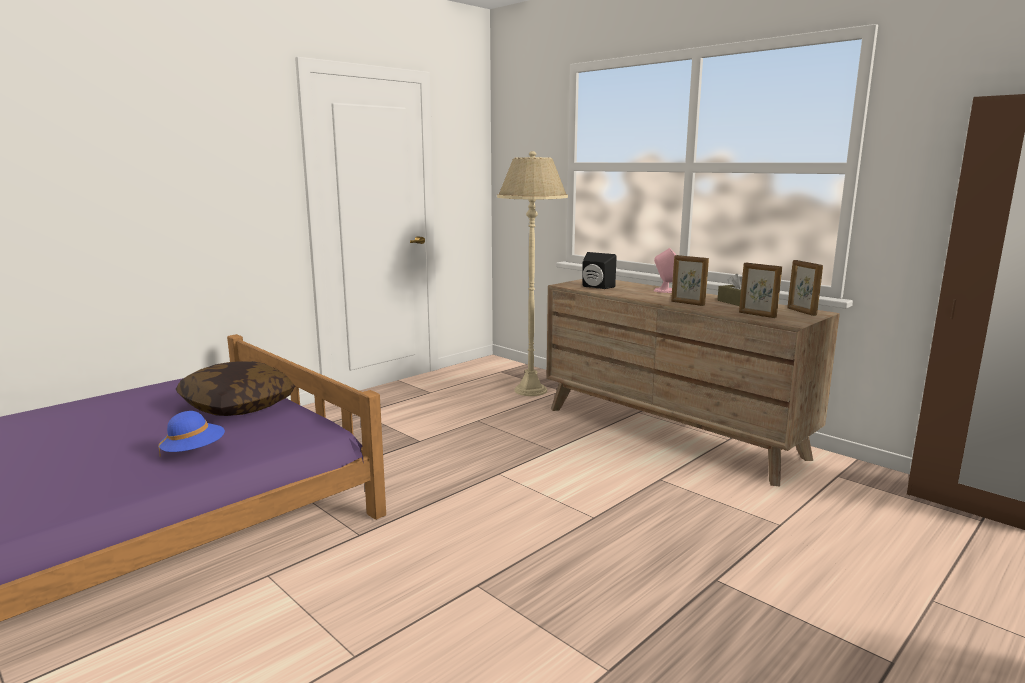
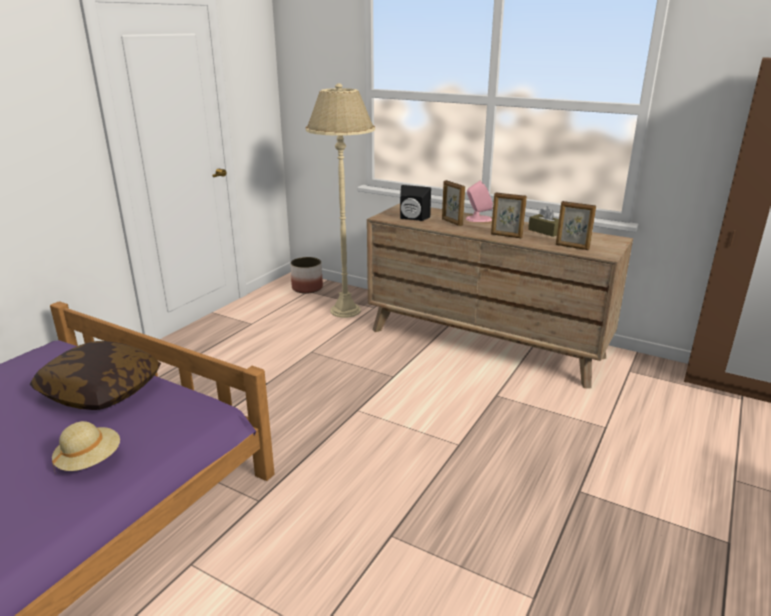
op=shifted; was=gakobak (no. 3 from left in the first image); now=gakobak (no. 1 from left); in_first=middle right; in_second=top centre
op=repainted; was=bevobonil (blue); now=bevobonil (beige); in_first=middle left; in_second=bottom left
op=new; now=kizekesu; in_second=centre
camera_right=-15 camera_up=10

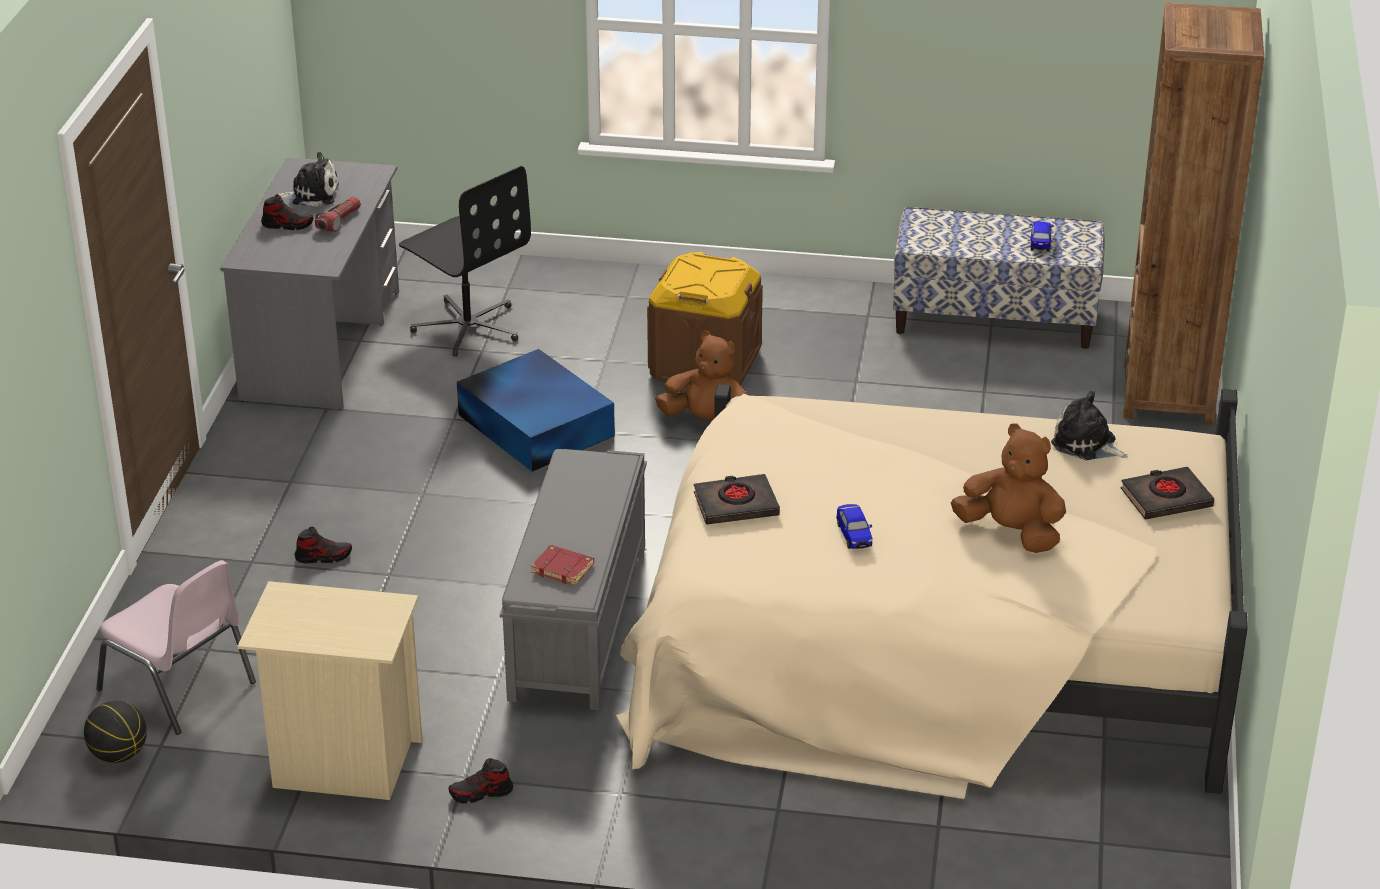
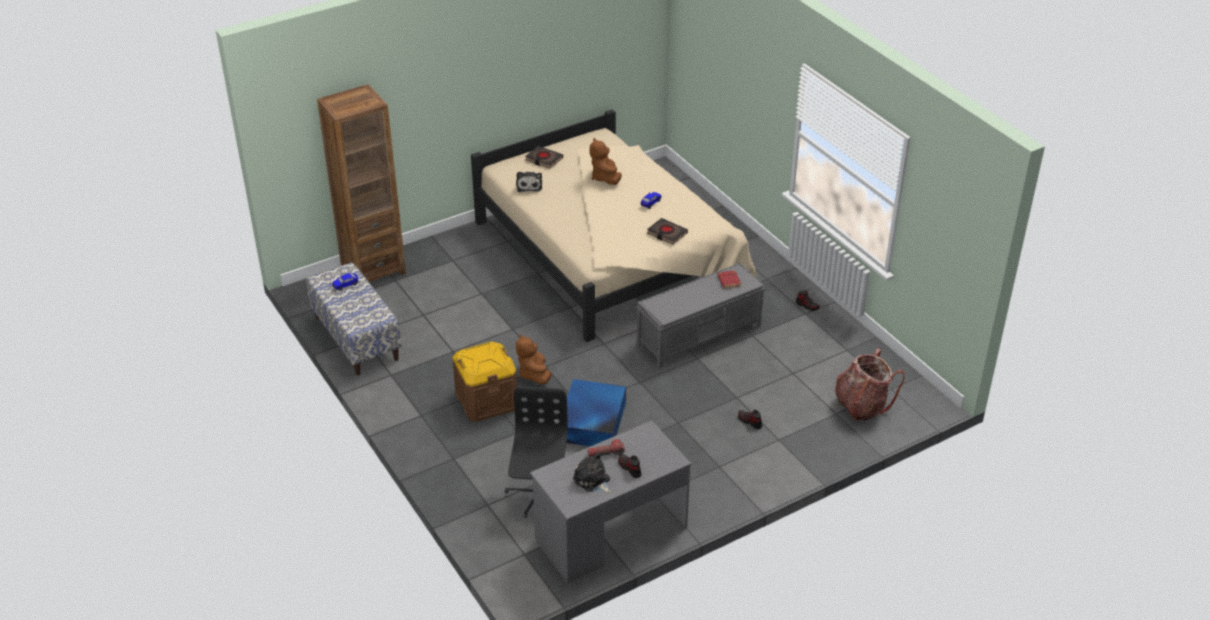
op=swapped; was=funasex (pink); now=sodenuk; in_first=bottom left; in_second=middle right
op=gone; was=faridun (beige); in_first=bottom left
op=gone; was=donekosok; in_first=bottom left
camera_right=-130 camera_up=5

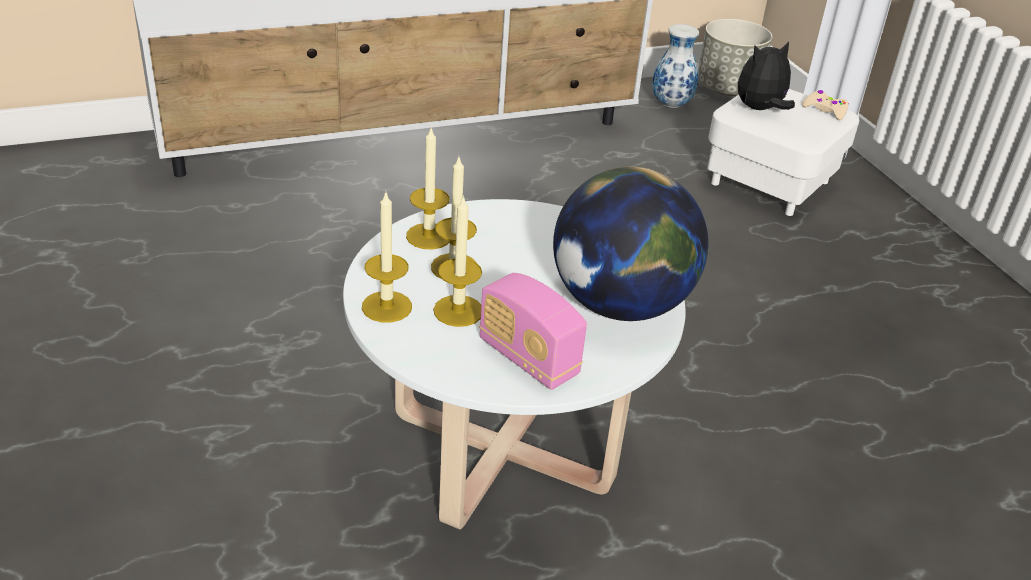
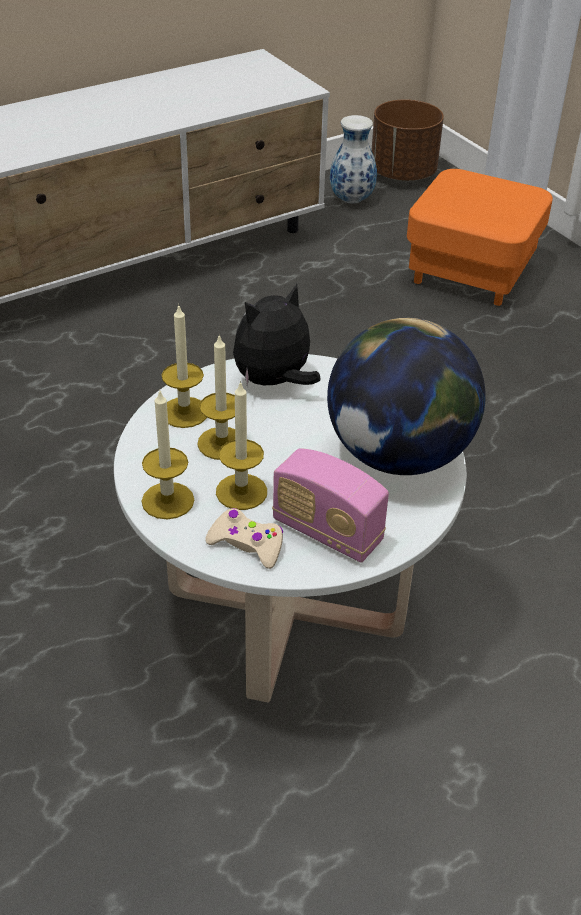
op=repainted; was=kizekesu (grey); now=kizekesu (brown); in_first=top right; in_second=top right
op=shifted; was=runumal; in_first=top right; in_second=centre
op=repainted; was=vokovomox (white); now=vokovomox (orange); in_first=top right; in_second=top right
op=shifted; was=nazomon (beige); in_first=top right; in_second=centre
camera_right=-10 camera_up=5

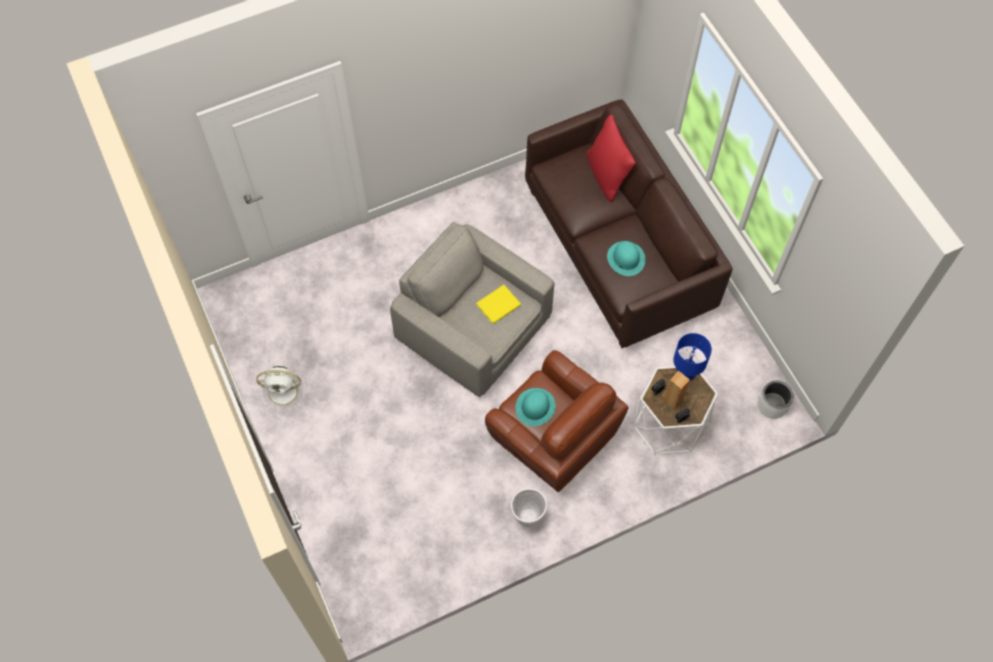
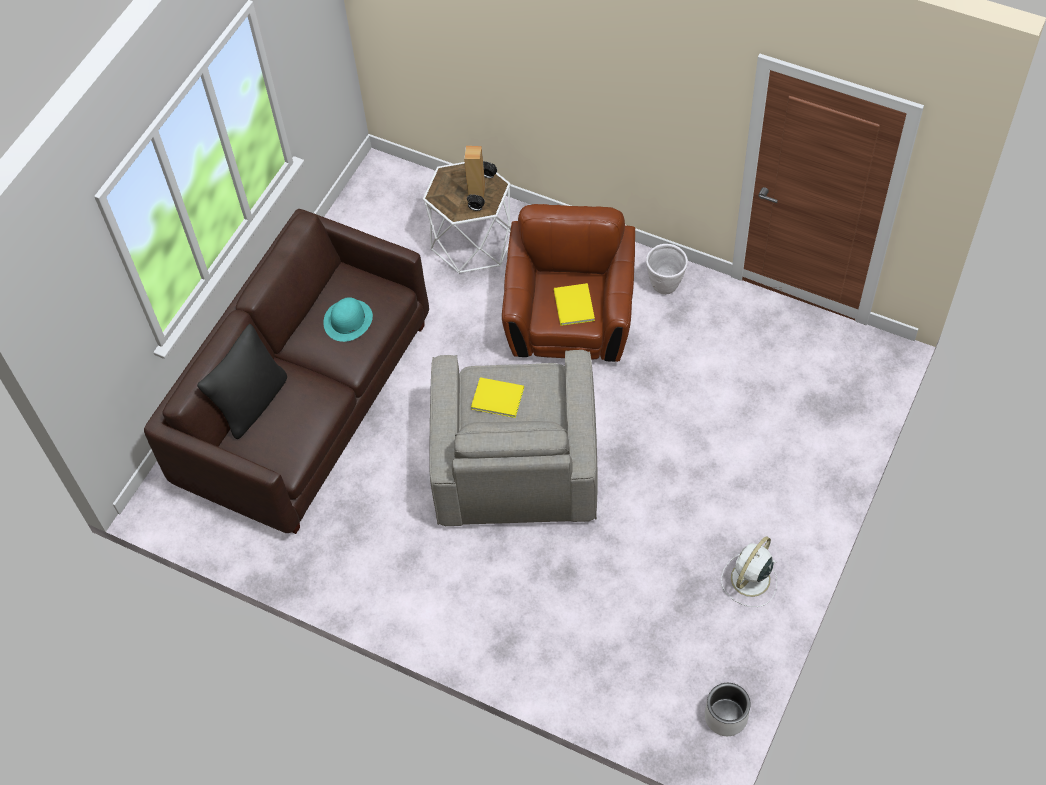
op=repainted; was=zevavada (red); now=zevavada (black); in_first=top centre; in_second=middle left
op=gone; was=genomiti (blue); in_first=middle right
op=rotated; was=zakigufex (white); in_first=middle left; in_second=bottom right; clockwise=-105
op=shifted; was=kizekesu (white) (no. 2 from left); in_first=middle right; in_second=bottom right
op=swapped; was=bevobonil (turquoise) (no. 1 from left); now=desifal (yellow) (no. 2 from left); in_first=centre; in_second=centre
camera_right=-125 camera_up=-5

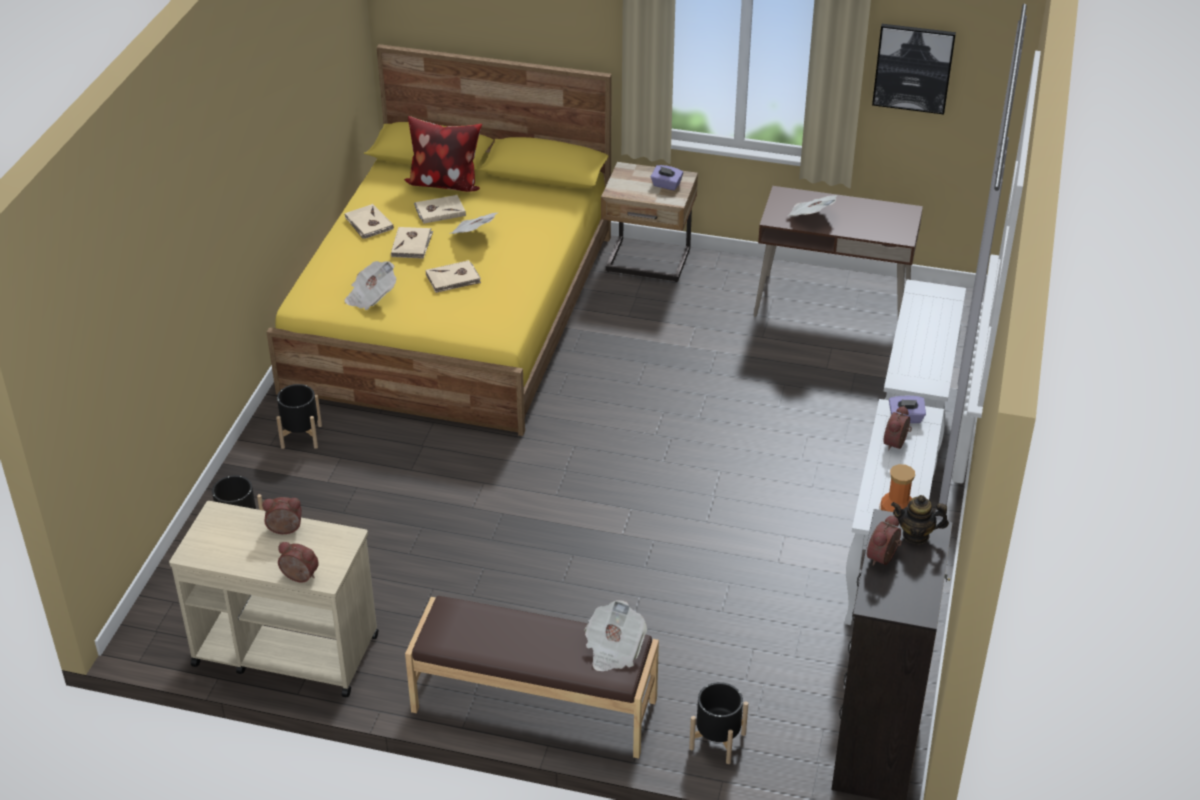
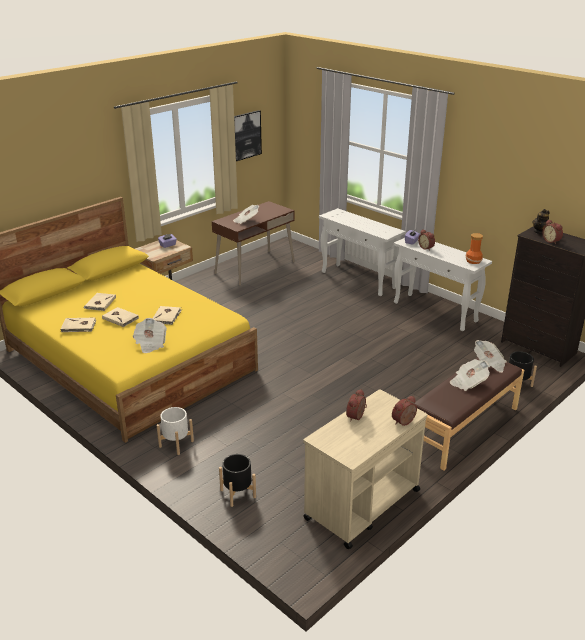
op=gone; was=zevavada; in_first=top centre
op=shifted; was=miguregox (no. 2 from left in the first image); now=miguregox (no. 3 from left); in_first=top centre; in_second=middle right
op=repainted; was=kizekesu (black) (no. 2 from left); now=kizekesu (white); in_first=middle left; in_second=bottom left
camera_right=-60 camera_up=-10

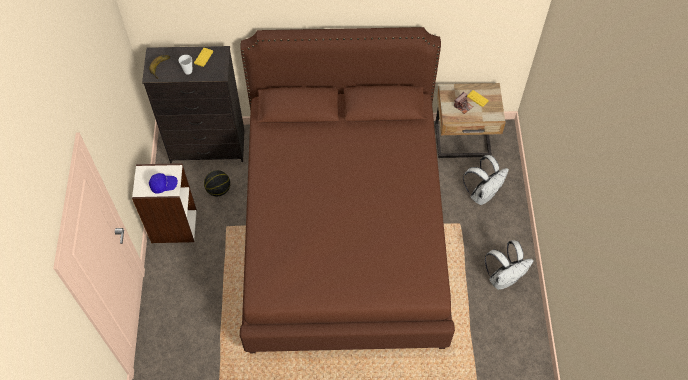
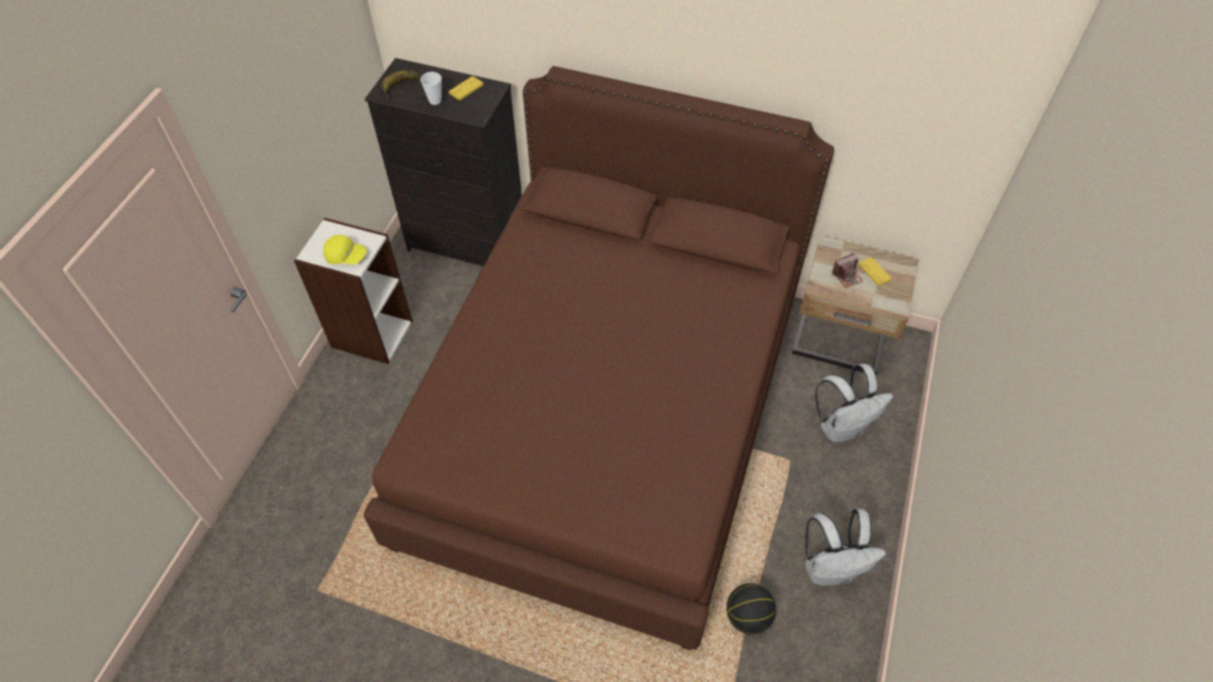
op=shifted; was=donekosok; in_first=middle left; in_second=bottom centre
op=repainted; was=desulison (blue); now=desulison (yellow); in_first=middle left; in_second=middle left
camera_right=20 camera_up=-5

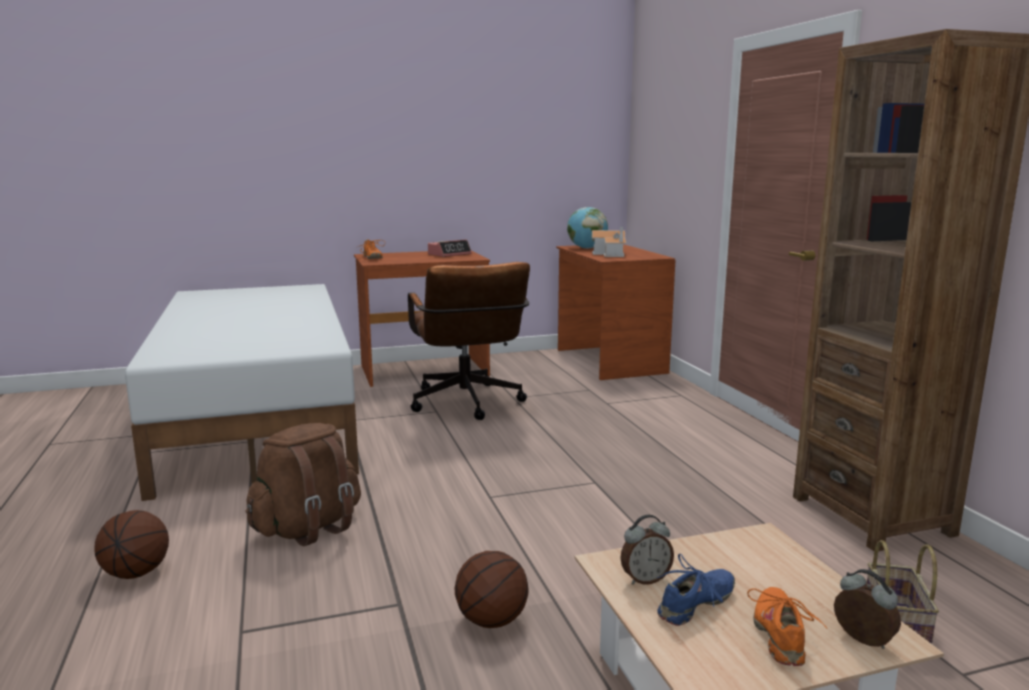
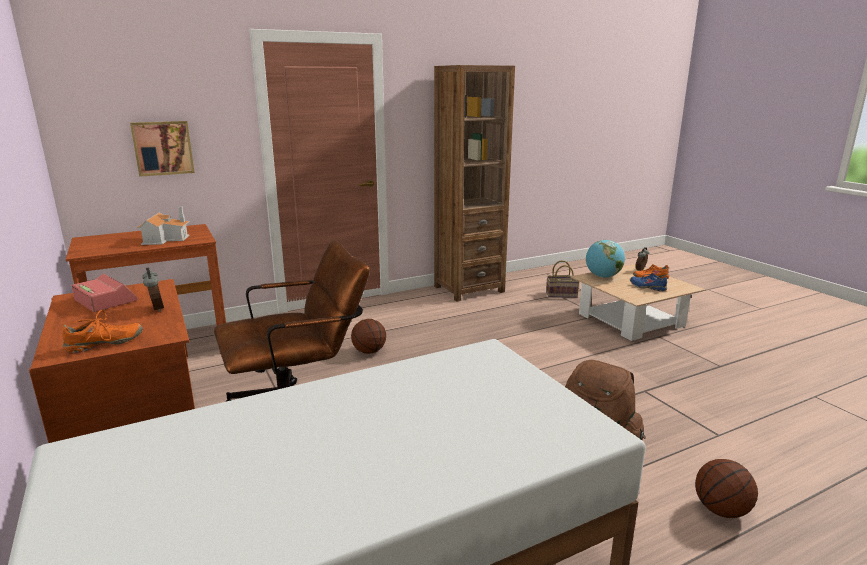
op=shifted; was=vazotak; in_first=top centre; in_second=middle right
op=shifted; was=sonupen (no. 2 from left); in_first=bottom centre; in_second=middle left
op=shifted; was=donekosok (no. 2 from left in the first image); now=donekosok (no. 1 from left); in_first=bottom centre; in_second=centre
op=new; now=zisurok; in_second=top left
camera_right=-100 camera_up=5

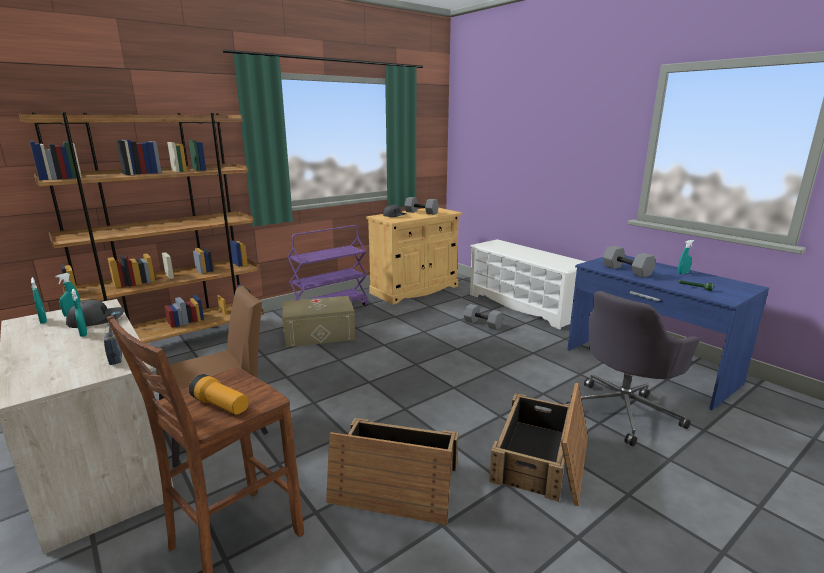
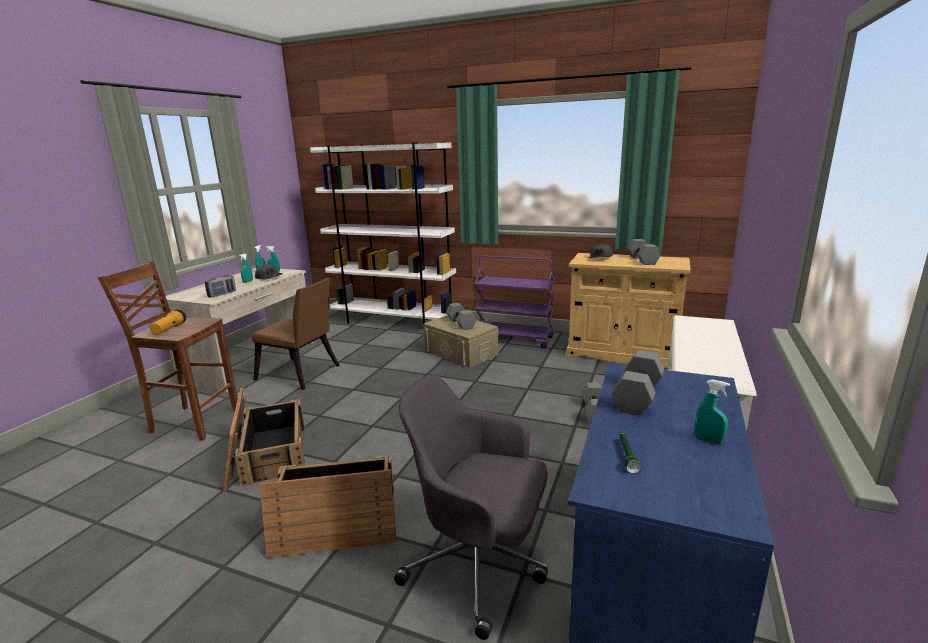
op=repainted; was=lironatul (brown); now=lironatul (white); in_first=middle left; in_second=centre
op=new; now=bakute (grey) (no. 1 from left); in_second=centre
camera_right=60 camera_up=0

